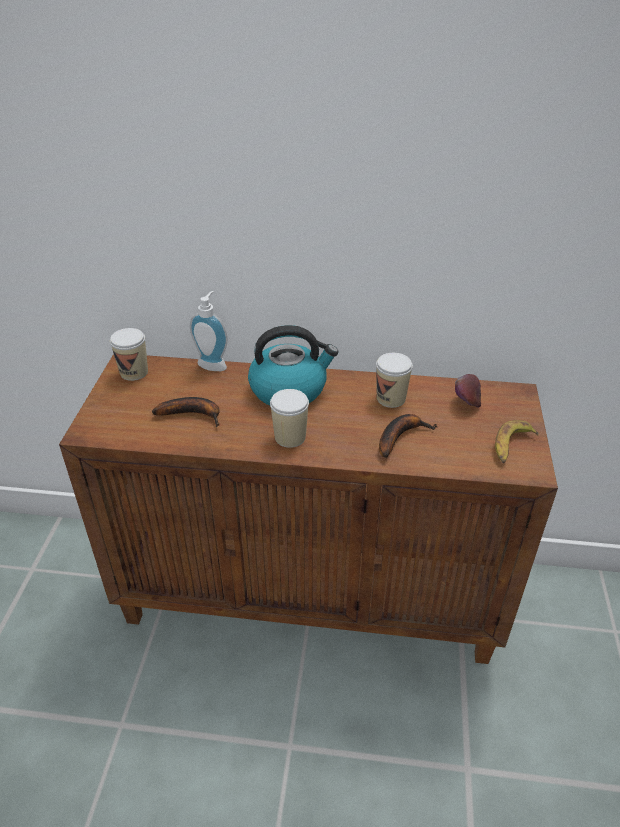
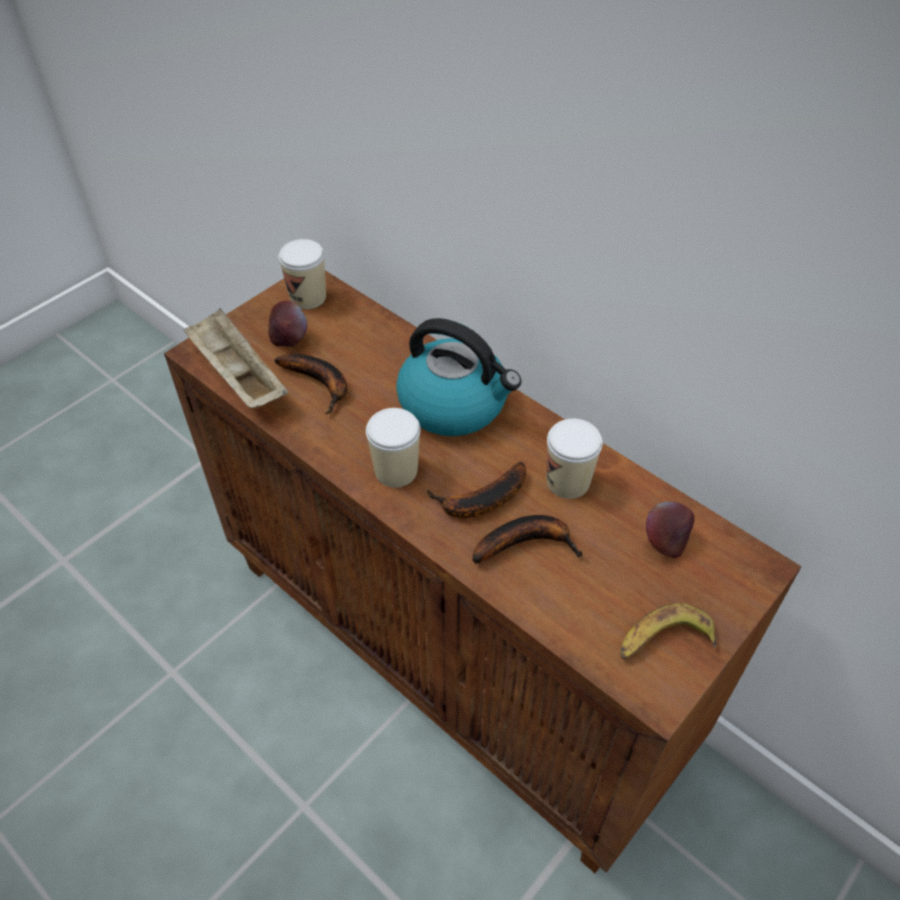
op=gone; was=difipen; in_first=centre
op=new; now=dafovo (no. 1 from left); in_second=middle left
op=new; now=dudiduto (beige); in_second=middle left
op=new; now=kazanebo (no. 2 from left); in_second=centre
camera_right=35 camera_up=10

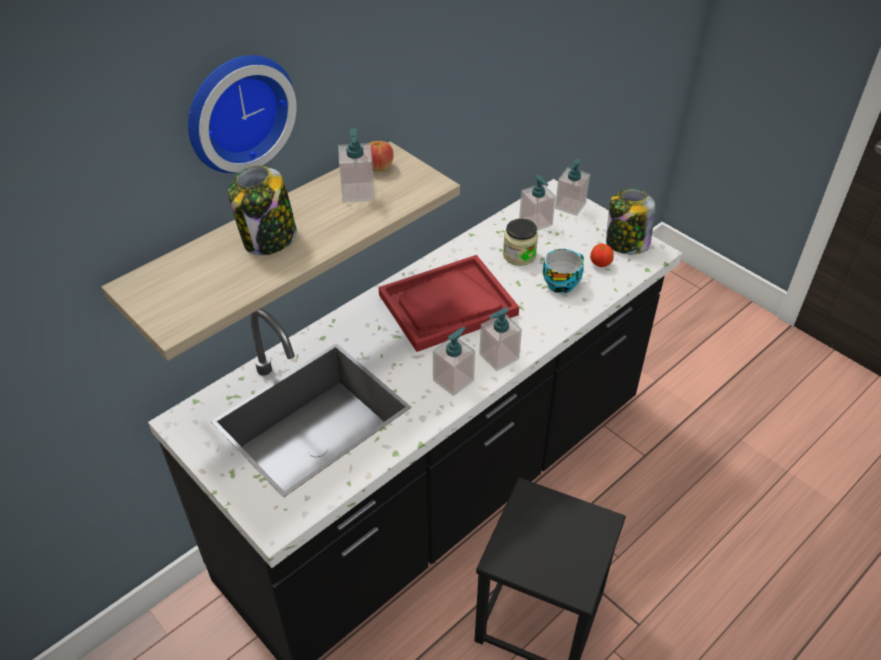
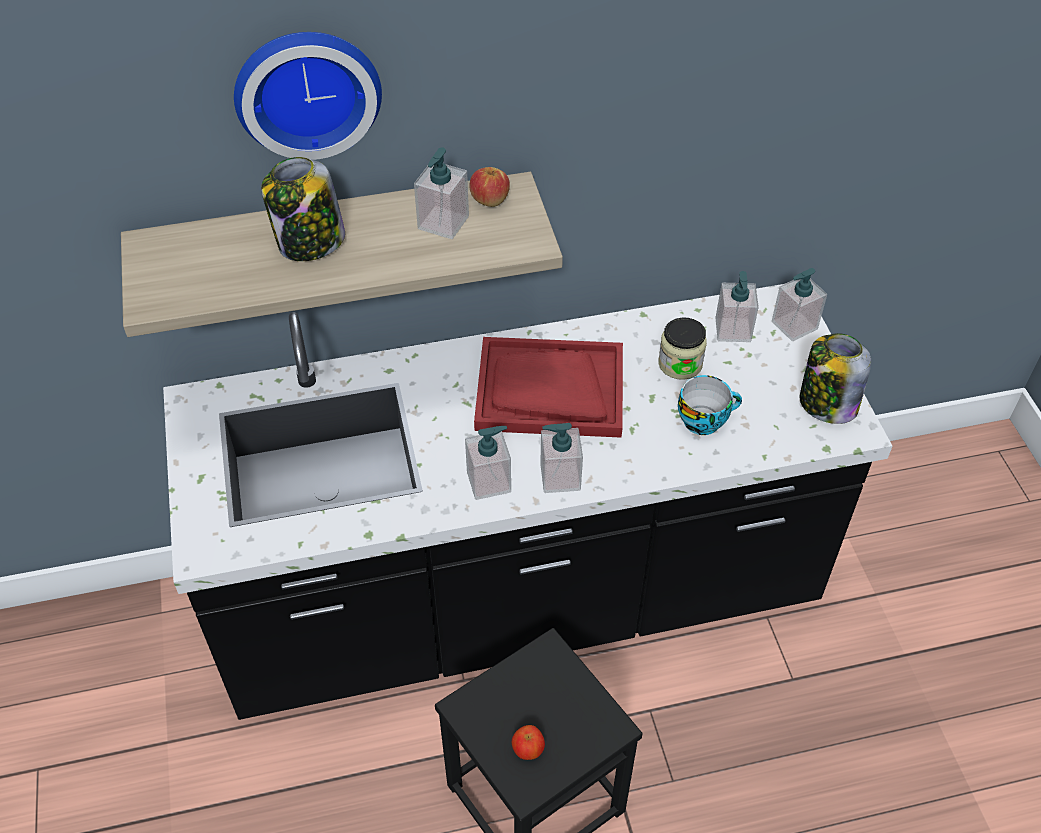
op=shifted; was=dafovo (no. 2 from left); in_first=middle right; in_second=bottom centre
camera_right=30 camera_up=5

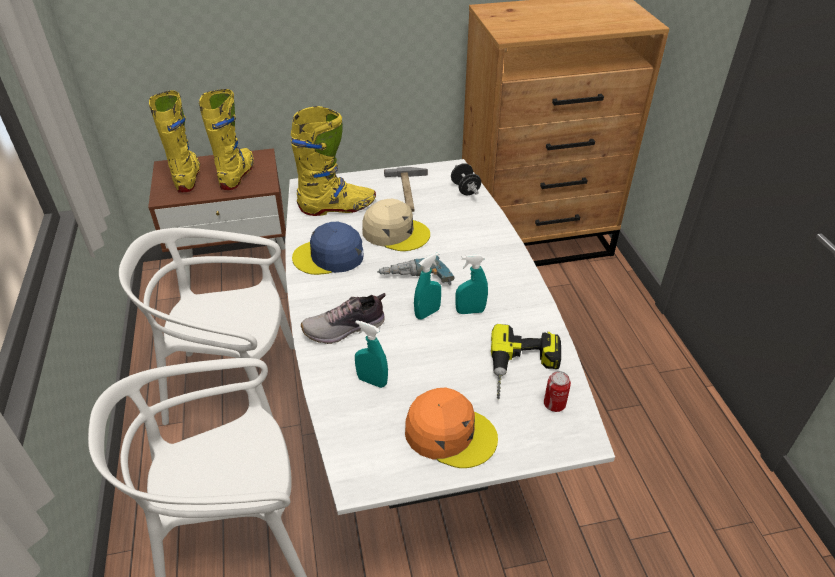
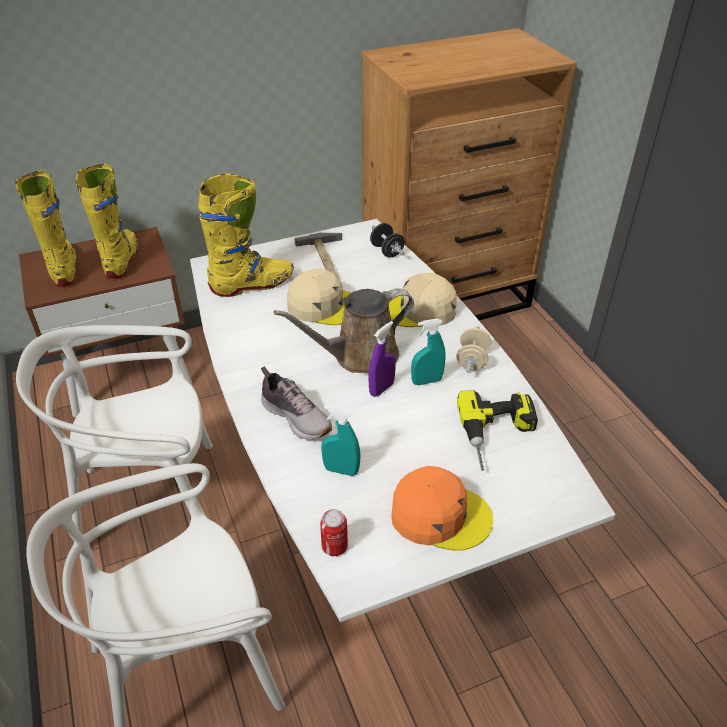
op=gone; was=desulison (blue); in_first=centre
op=repainted; was=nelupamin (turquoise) (no. 2 from left); now=nelupamin (purple); in_first=centre; in_second=centre
op=swapped; was=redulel (no. 1 from left); now=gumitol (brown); in_first=centre; in_second=centre
op=rotated; was=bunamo; in_first=centre; in_second=centre; clockwise=-105
op=shifted; was=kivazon; in_first=bottom right; in_second=bottom centre
op=new; now=desulison (beige) (no. 2 from left); in_second=centre
op=new; now=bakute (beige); in_second=centre
camera_right=-10 camera_up=0

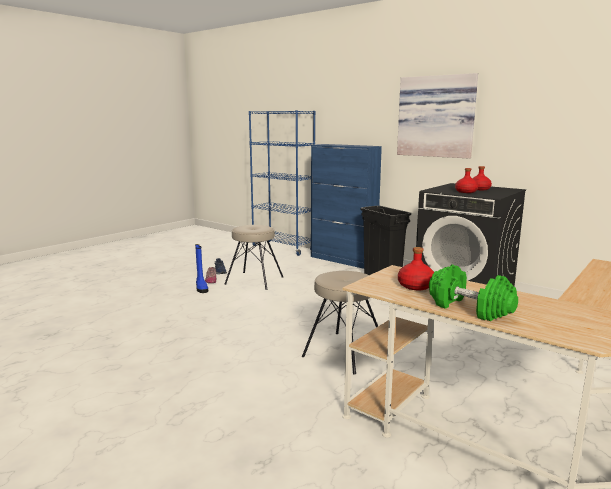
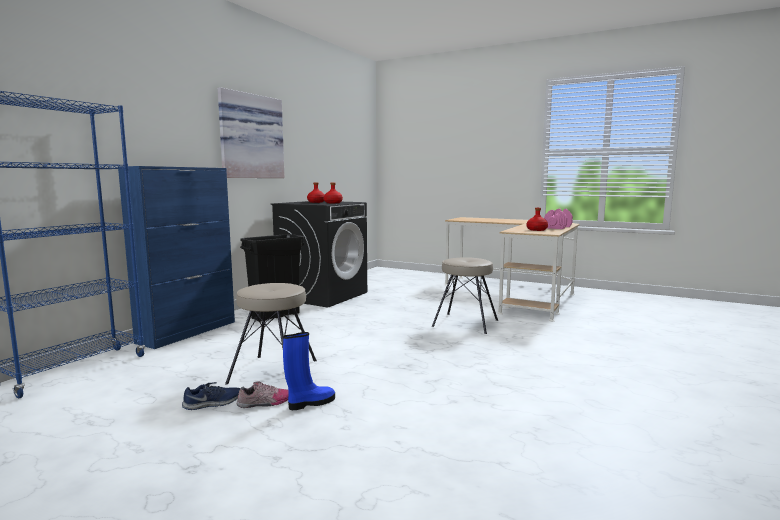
op=repainted; was=bakute (green); now=bakute (pink); in_first=middle right; in_second=middle right
camera_right=-100 camera_up=-5

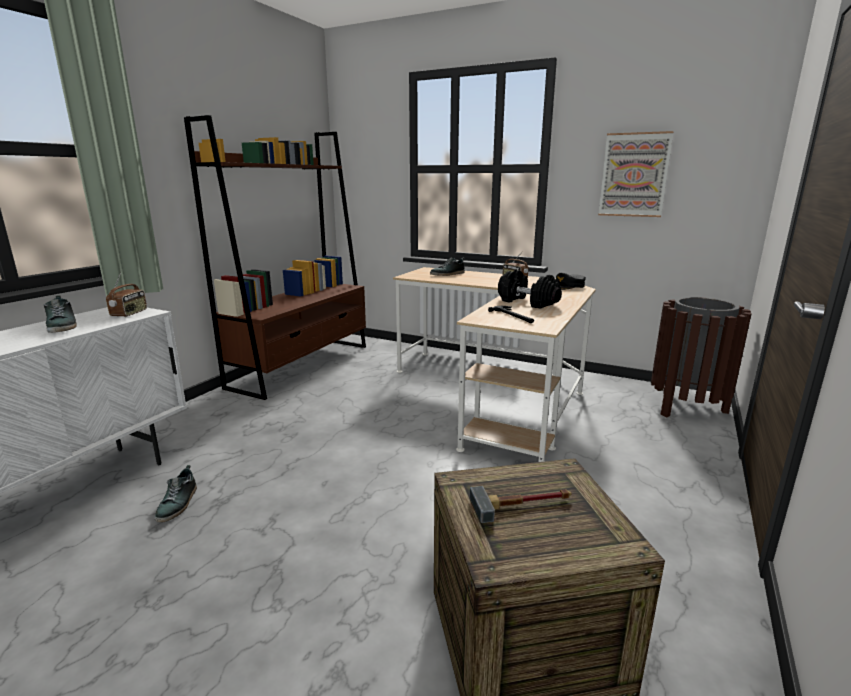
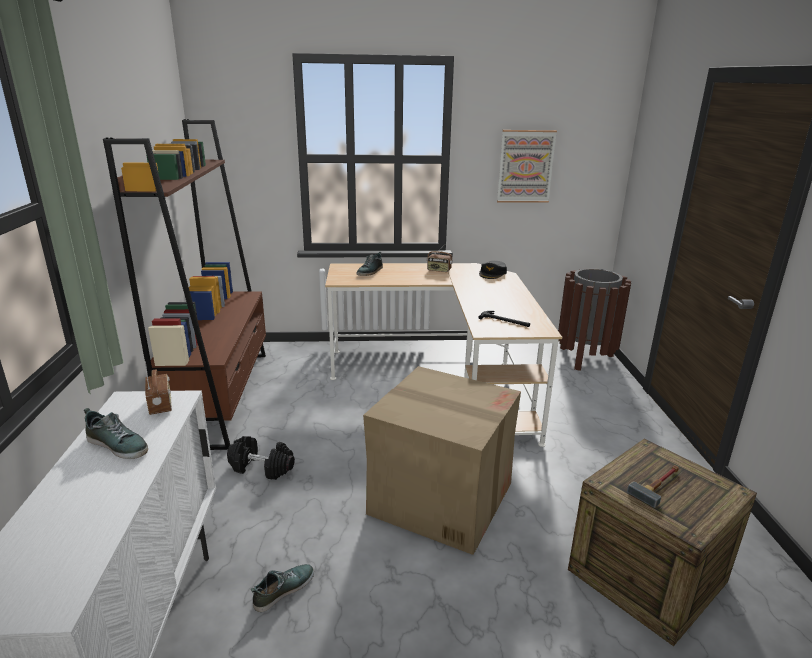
op=shifted; was=bakute (black); in_first=centre; in_second=bottom left
op=rotated; was=bunamo (no. 2 from left); in_first=bottom left; in_second=bottom centre; clockwise=-105
op=new; now=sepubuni; in_second=bottom centre
camera_right=-30 camera_up=5

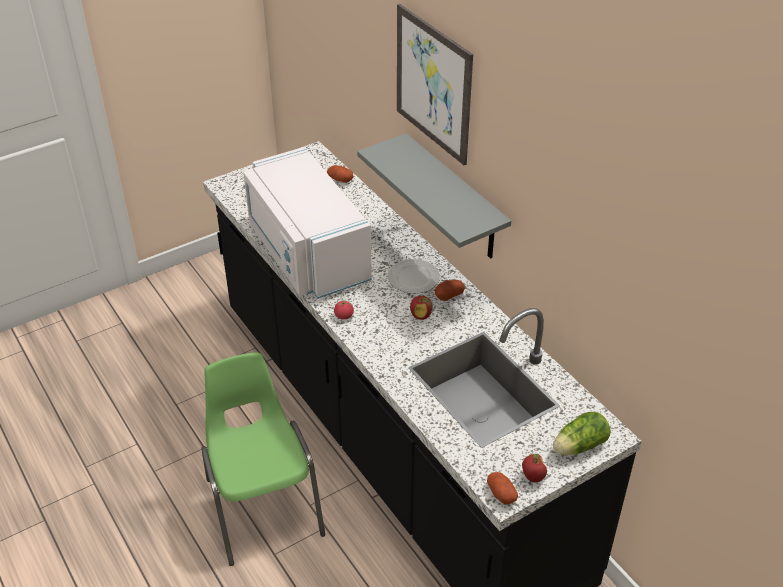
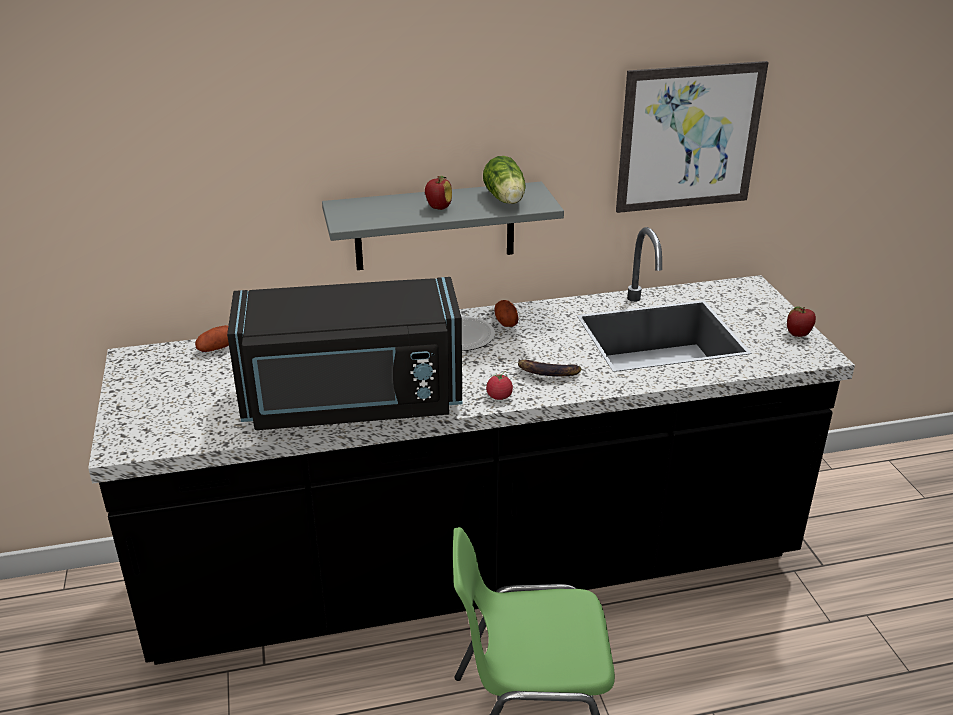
op=shifted; was=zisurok; in_first=top centre; in_second=top right
op=repainted; was=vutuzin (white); now=vutuzin (black); in_first=centre; in_second=centre
op=shifted; was=dafovo (no. 1 from left); in_first=centre; in_second=top centre
op=shifted; was=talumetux; in_first=bottom right; in_second=top centre
op=gone; was=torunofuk (no. 3 from left); in_first=bottom centre
op=new; now=kazanebo; in_second=centre
camera_right=-70 camera_up=-10

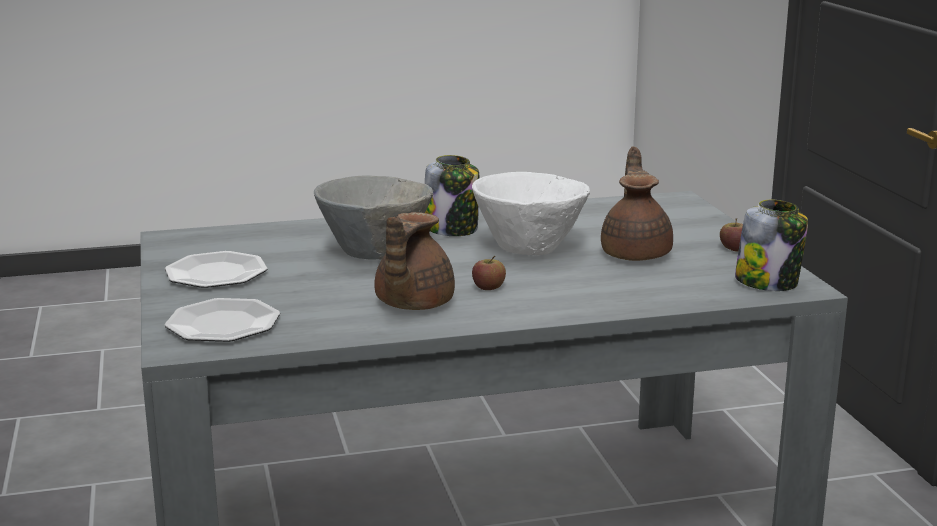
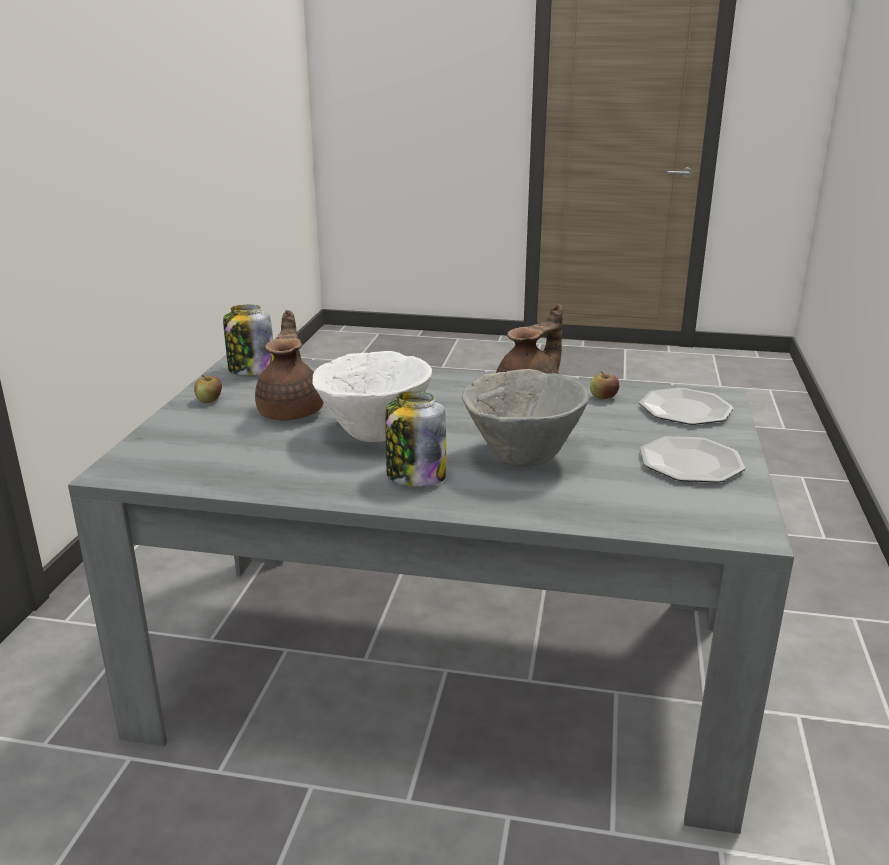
op=rotated; was=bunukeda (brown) (no. 2 from left in the first image); in_first=middle right; in_second=middle left; clockwise=150
op=shifted; was=dafovo (no. 1 from left in the first image); now=dafovo (no. 2 from left); in_first=centre; in_second=middle right
camera_right=-155 camera_up=5

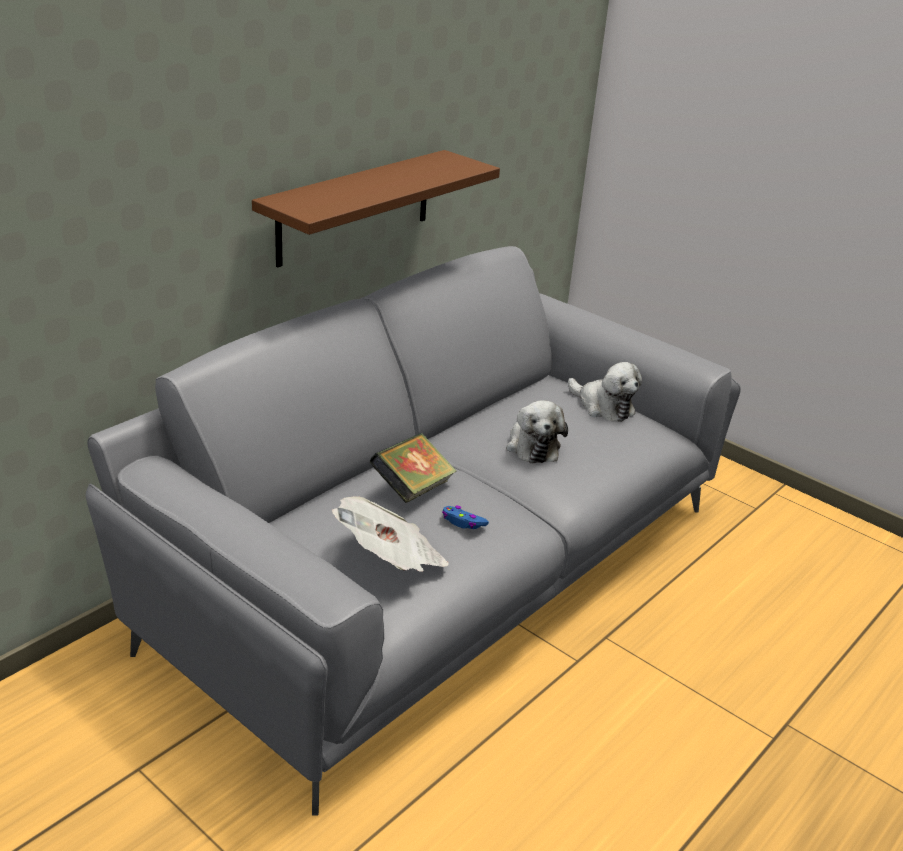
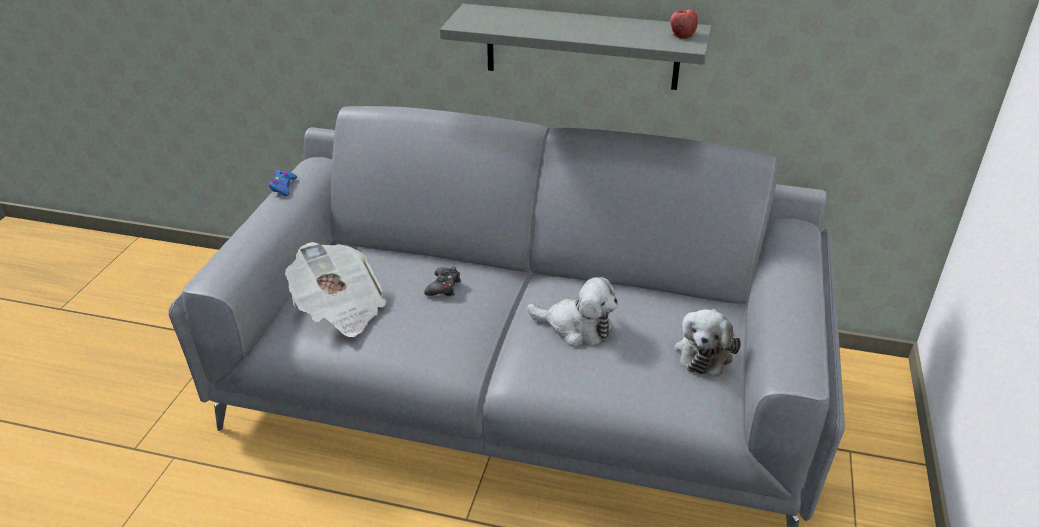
op=repainted; was=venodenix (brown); now=venodenix (grey); in_first=top centre; in_second=top centre
op=rotated; was=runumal (no. 1 from left); in_first=centre; in_second=centre; clockwise=-120
op=swapped; was=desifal; now=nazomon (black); in_first=centre; in_second=centre
op=shifted; was=nazomon (blue); in_first=centre; in_second=middle left
op=new; now=dafovo; in_second=top centre
camera_right=65 camera_up=5

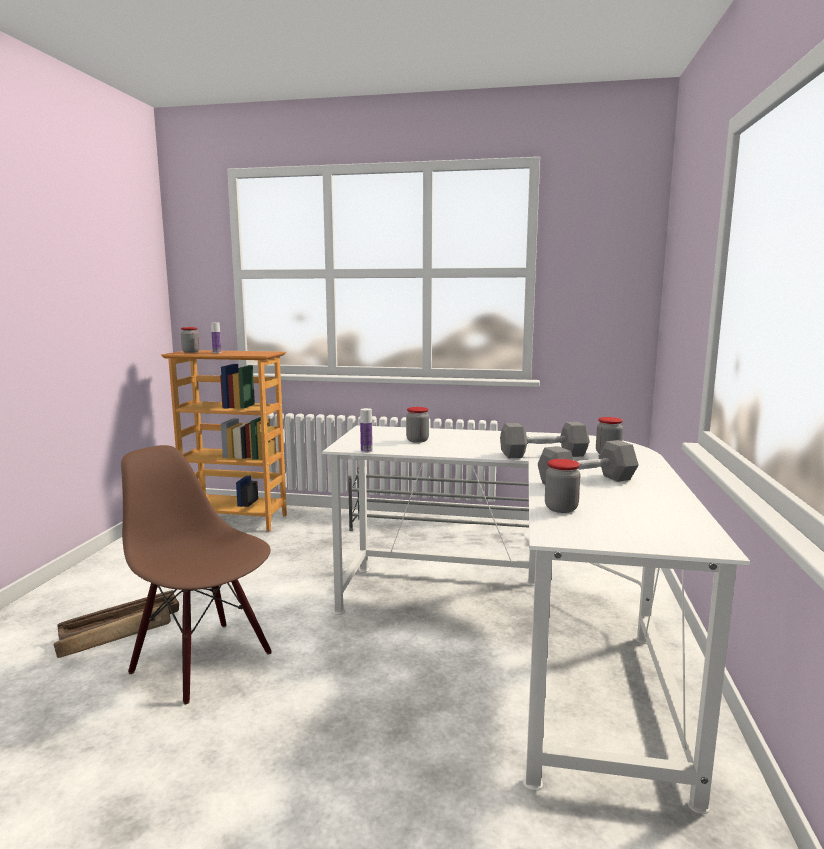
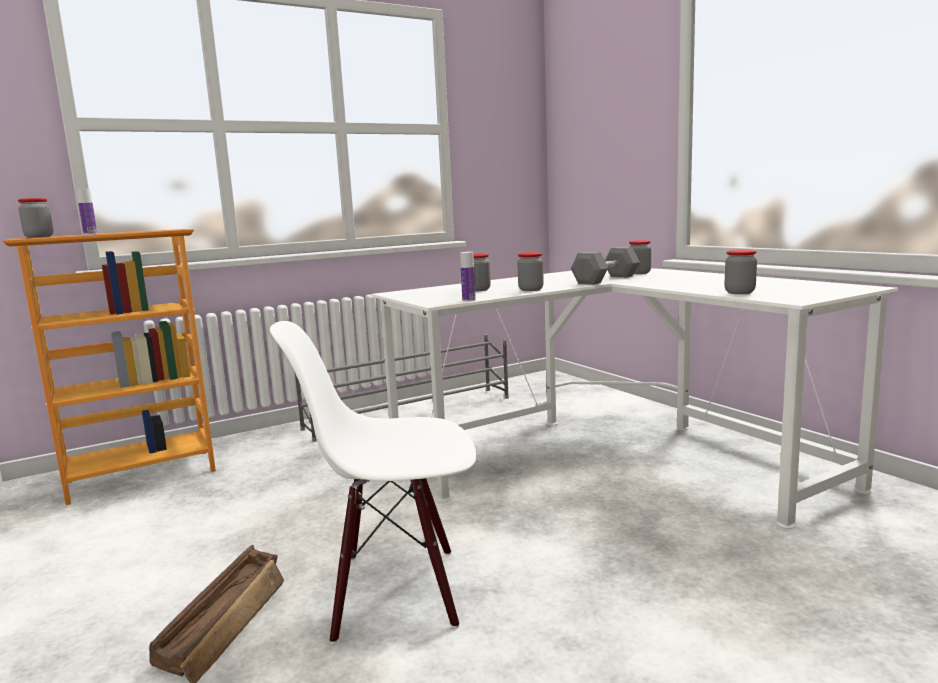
op=gone; was=bakute (grey) (no. 2 from left); in_first=middle right
op=repainted; was=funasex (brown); now=funasex (white); in_first=bottom left; in_second=bottom centre
op=new; now=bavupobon (no. 3 from left); in_second=centre
camera_right=-40 camera_up=0

